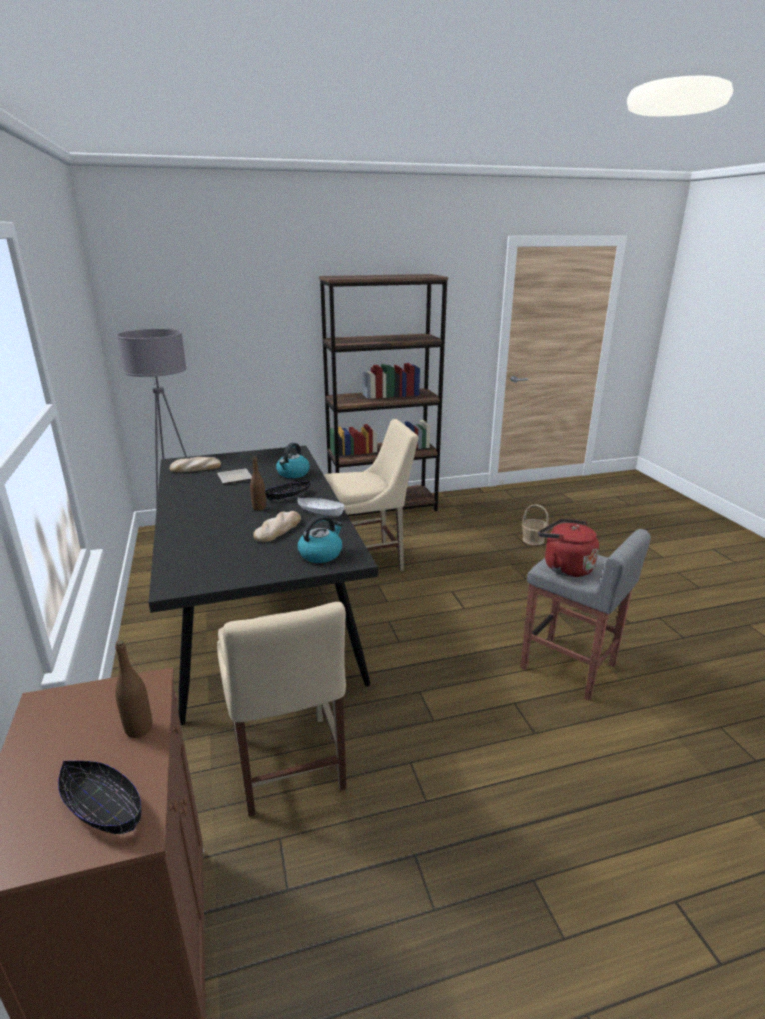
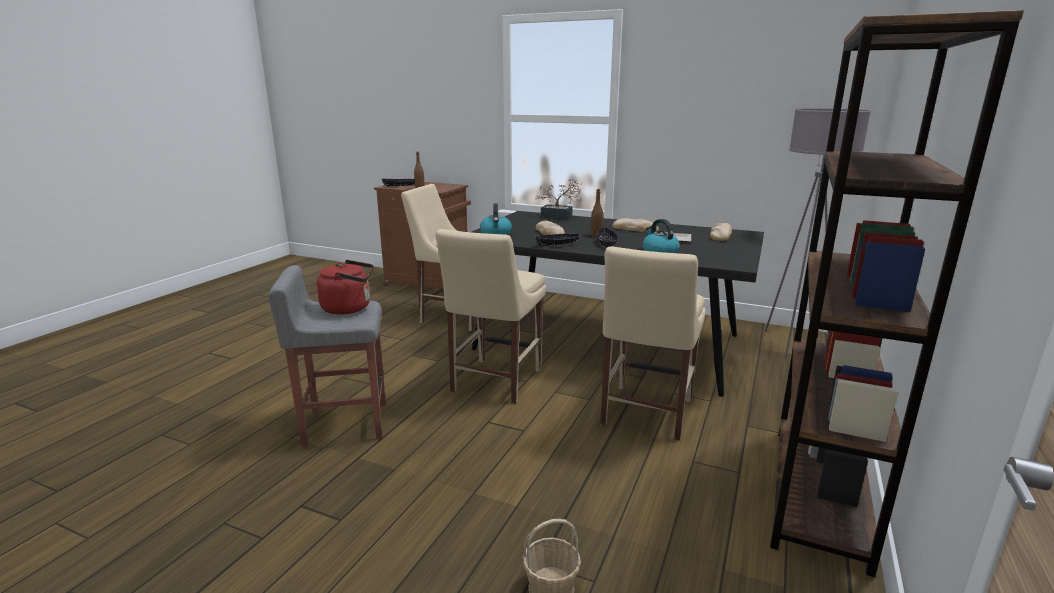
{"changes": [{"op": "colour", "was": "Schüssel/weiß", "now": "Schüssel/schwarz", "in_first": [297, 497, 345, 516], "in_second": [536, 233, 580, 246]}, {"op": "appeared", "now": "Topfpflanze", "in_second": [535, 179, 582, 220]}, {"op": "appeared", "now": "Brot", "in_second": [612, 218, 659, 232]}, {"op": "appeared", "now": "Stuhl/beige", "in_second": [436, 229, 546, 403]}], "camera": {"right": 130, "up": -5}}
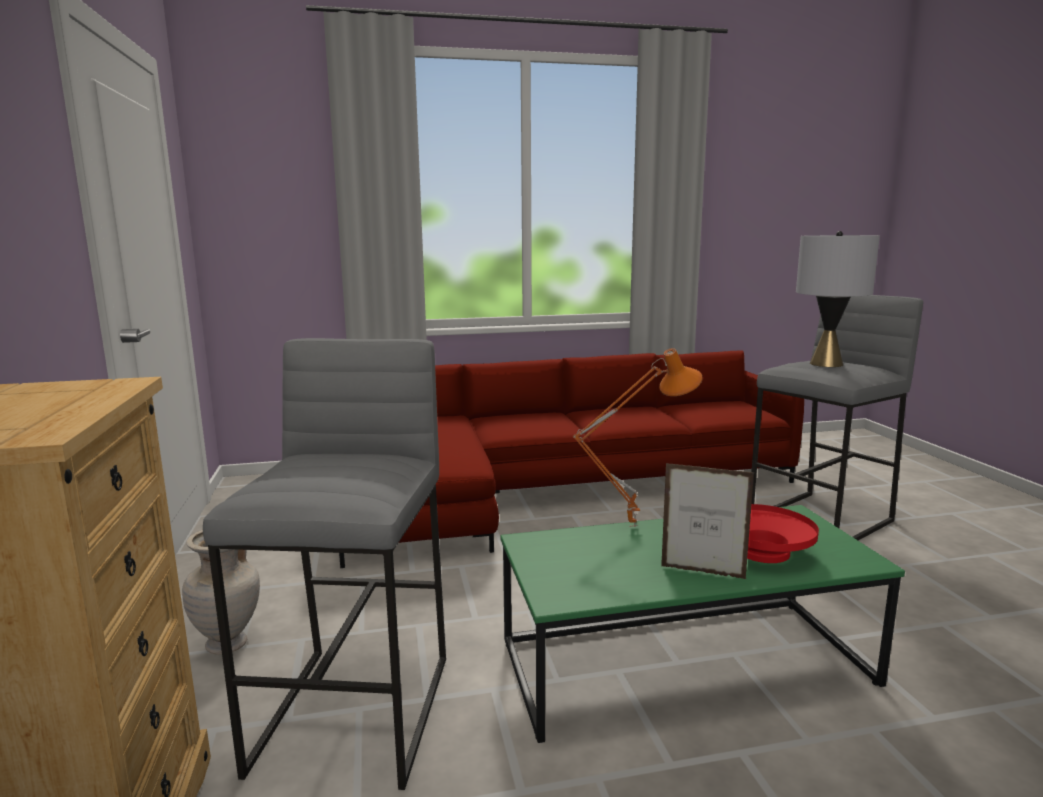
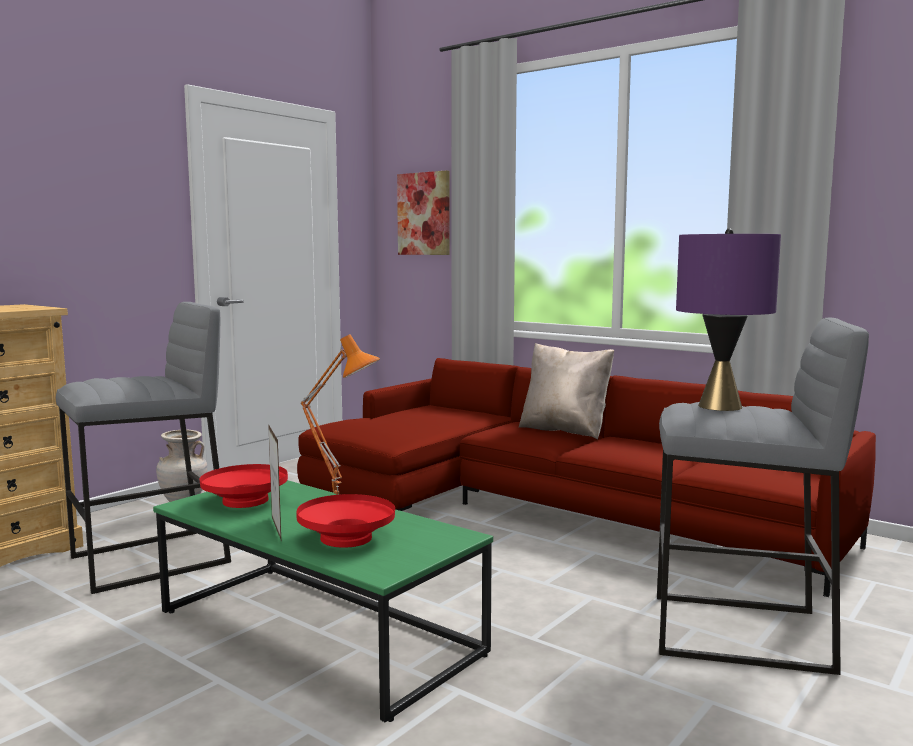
{"changes": [{"op": "colour", "was": "Tischlampe/grau", "now": "Tischlampe/lila", "in_first": [796, 231, 880, 367], "in_second": [676, 228, 781, 411]}, {"op": "appeared", "now": "Bild", "in_second": [397, 170, 450, 255]}, {"op": "appeared", "now": "Kissen/beige", "in_second": [519, 343, 614, 439]}, {"op": "appeared", "now": "Schüssel/rot", "in_second": [200, 464, 288, 508]}], "camera": {"right": 50, "up": -5}}
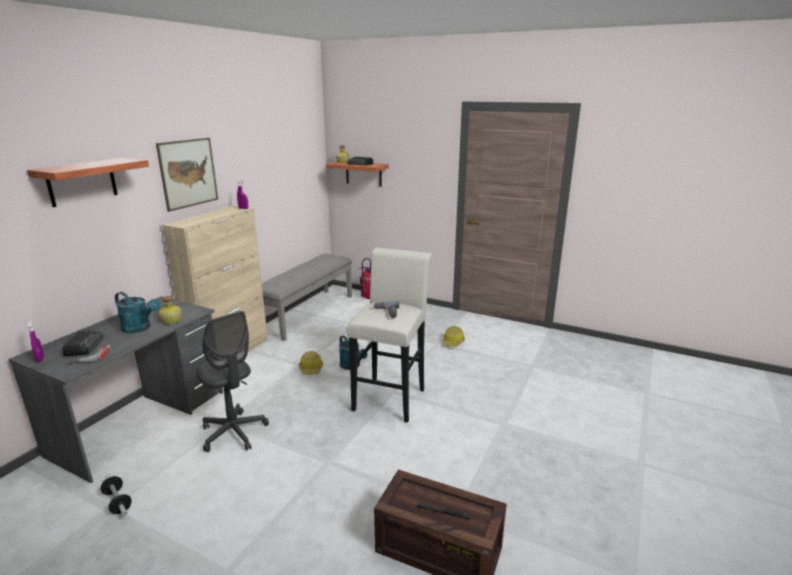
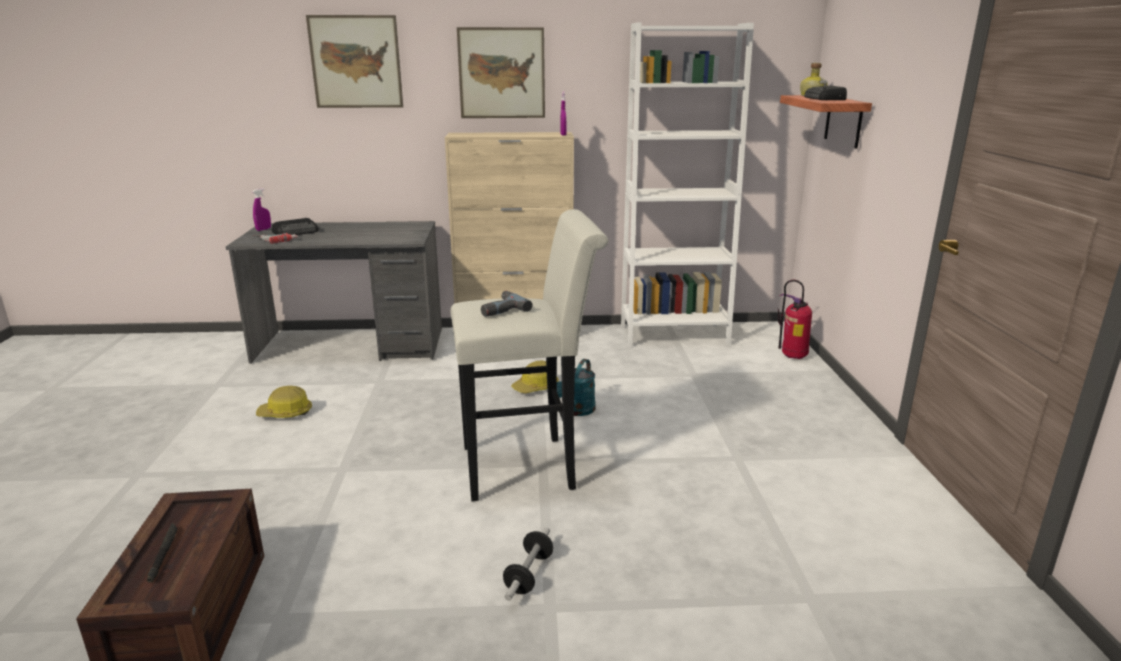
{"changes": [{"op": "exchanged", "was": "Wandregal", "now": "Bild", "in_first": [27, 158, 149, 207], "in_second": [306, 15, 403, 108]}, {"op": "exchanged", "was": "Bank/grau", "now": "Bücherregal/weiß", "in_first": [262, 254, 352, 341], "in_second": [621, 23, 754, 348]}, {"op": "missing", "was": "Gießkanne/türkis", "in_first": [115, 292, 160, 333]}, {"op": "missing", "was": "Flasche", "in_first": [159, 296, 182, 324]}, {"op": "missing", "was": "Bürostuhl/grau", "in_first": [196, 311, 269, 452]}, {"op": "relocated", "was": "Schutzhelm", "in_first": [443, 326, 465, 347], "in_second": [256, 386, 312, 418]}, {"op": "relocated", "was": "Hantel", "in_first": [100, 475, 132, 516], "in_second": [503, 527, 553, 601]}], "camera": {"right": 60, "up": 0}}
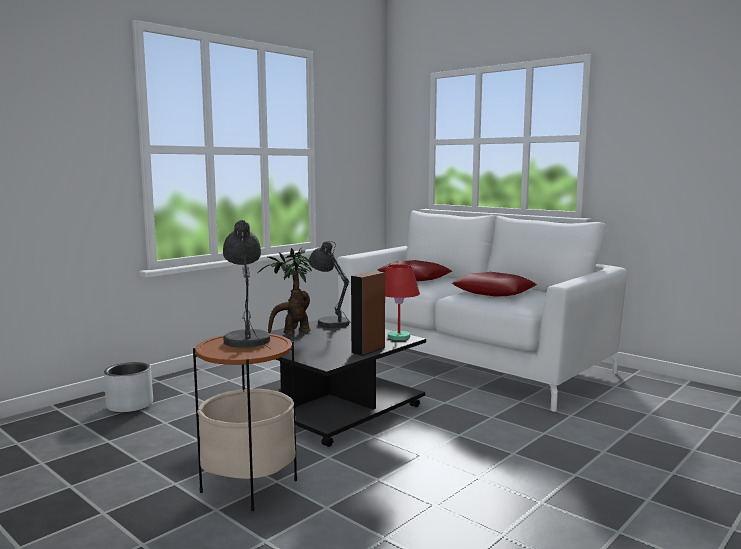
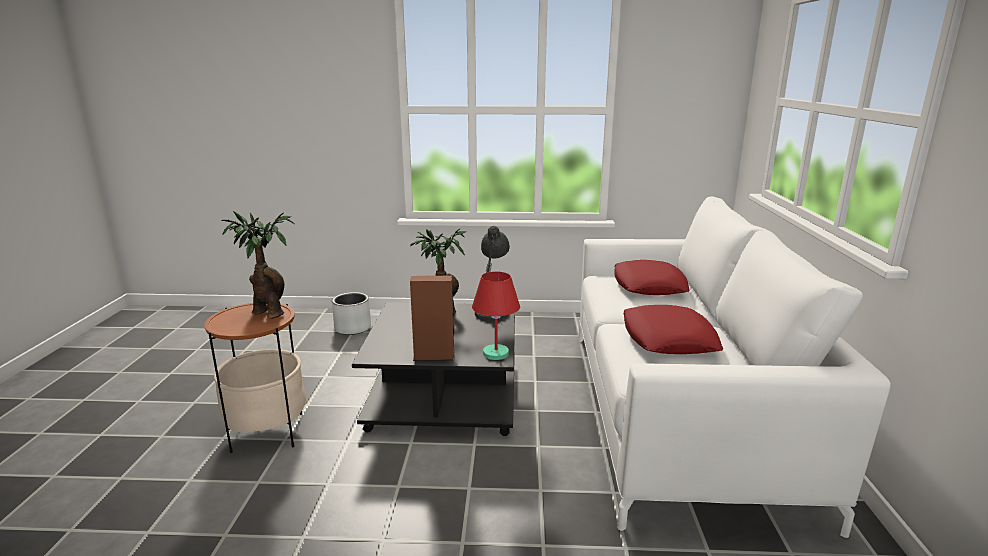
{"changes": [{"op": "exchanged", "was": "Tischlampe/grau", "now": "Topfpflanze", "in_first": [223, 220, 270, 349], "in_second": [221, 211, 295, 319]}], "camera": {"right": 50, "up": 10}}
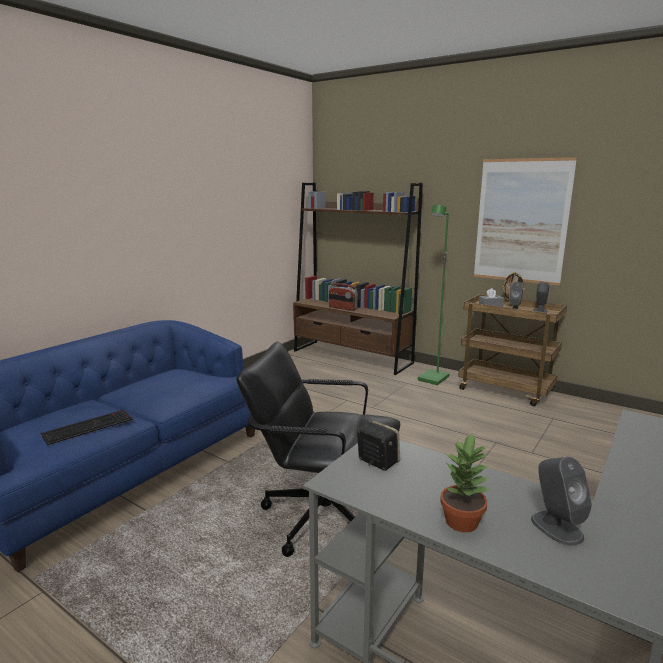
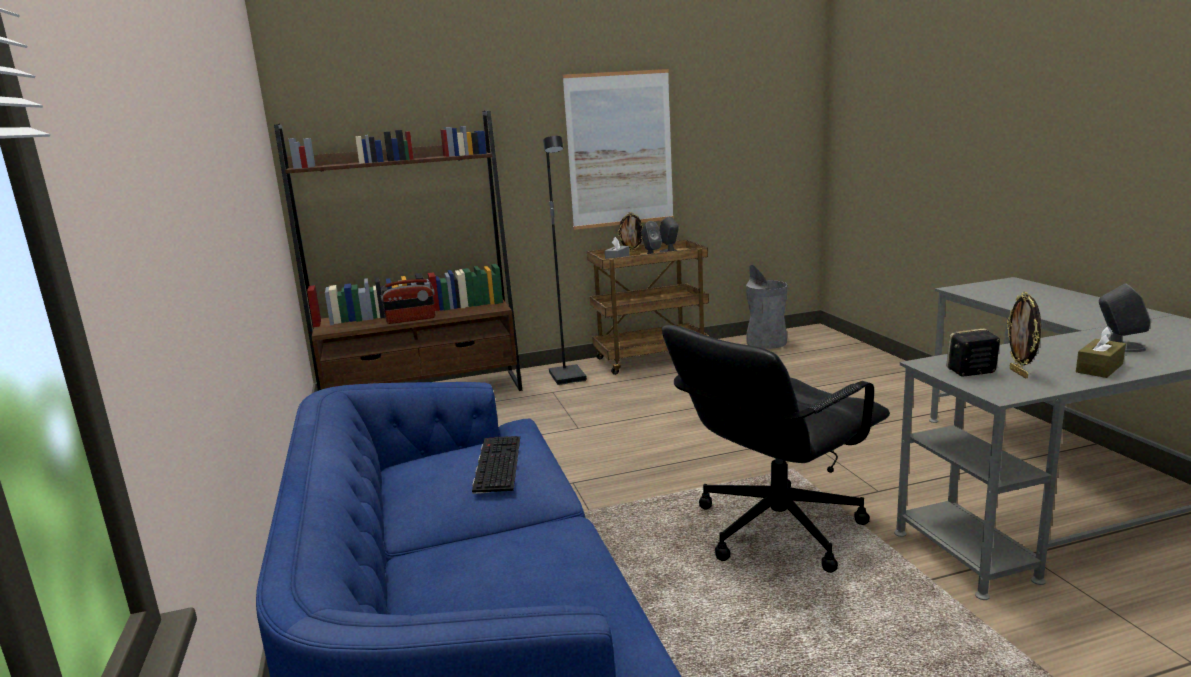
{"changes": [{"op": "colour", "was": "Stehlampe/grün", "now": "Stehlampe/schwarz", "in_first": [418, 205, 450, 385], "in_second": [543, 136, 587, 385]}, {"op": "relocated", "was": "Tastatur", "in_first": [40, 410, 133, 445], "in_second": [472, 436, 520, 494]}, {"op": "exchanged", "was": "Topfpflanze", "now": "Taschentuchbox/braun", "in_first": [440, 432, 491, 532], "in_second": [1076, 326, 1126, 378]}, {"op": "appeared", "now": "Mülleimer/grau", "in_second": [746, 265, 788, 349]}, {"op": "appeared", "now": "Bilderrahmen", "in_second": [1007, 292, 1041, 378]}], "camera": {"right": -50, "up": 0}}
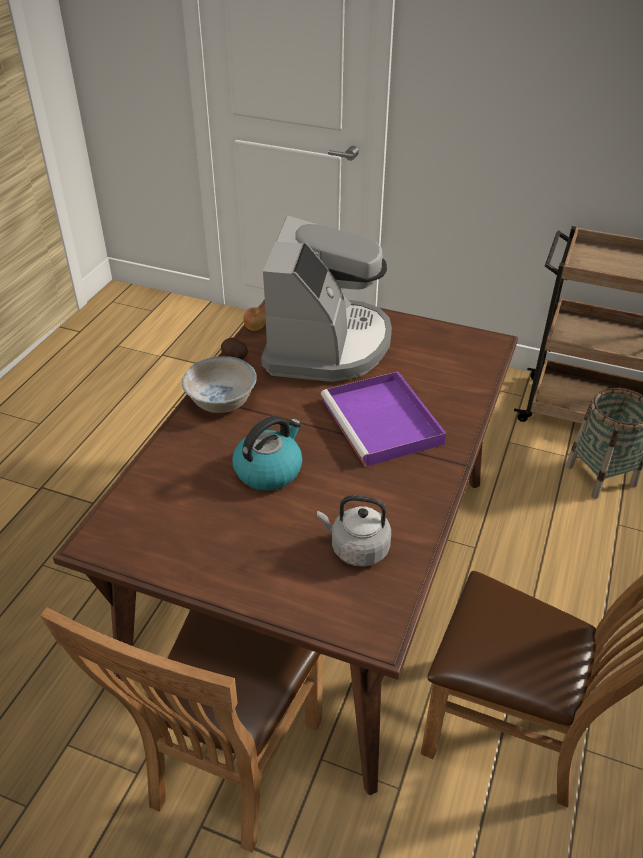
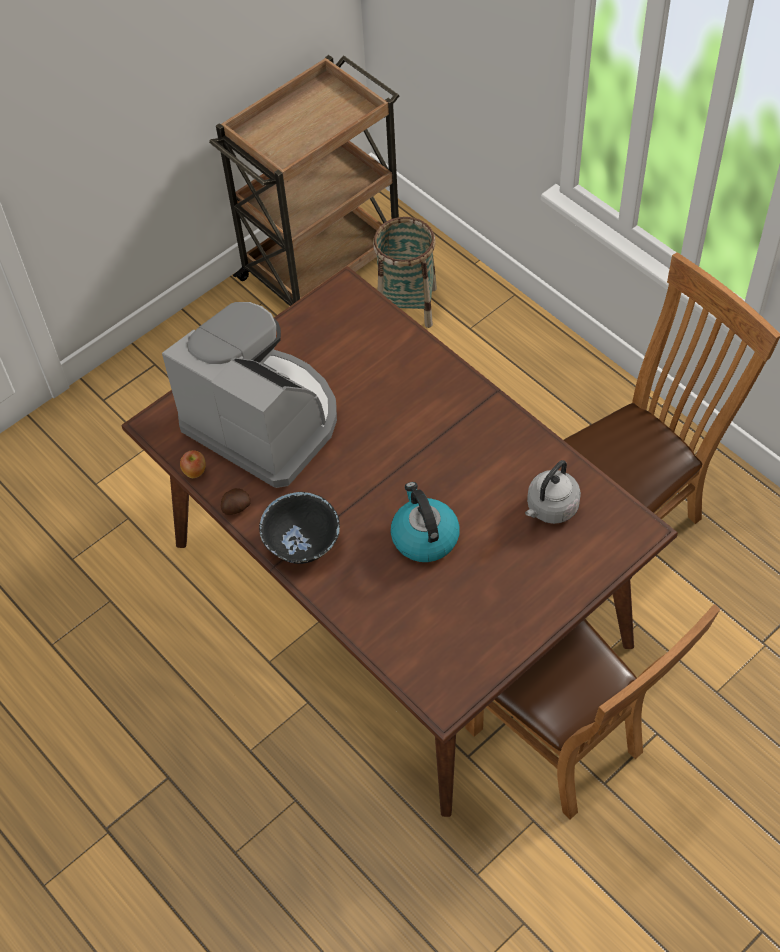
{"changes": [{"op": "colour", "was": "Schüssel/weiß", "now": "Schüssel/schwarz", "in_first": [182, 356, 257, 413], "in_second": [259, 492, 340, 564]}, {"op": "missing", "was": "Tablett/lila", "in_first": [321, 372, 446, 467]}], "camera": {"right": -60, "up": 15}}
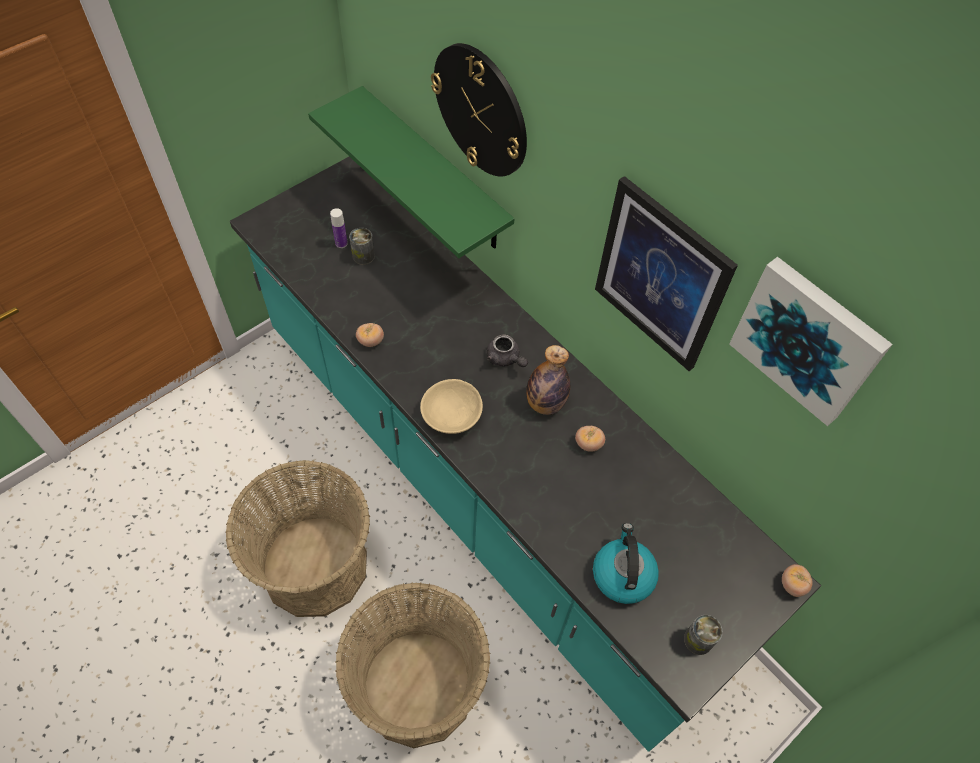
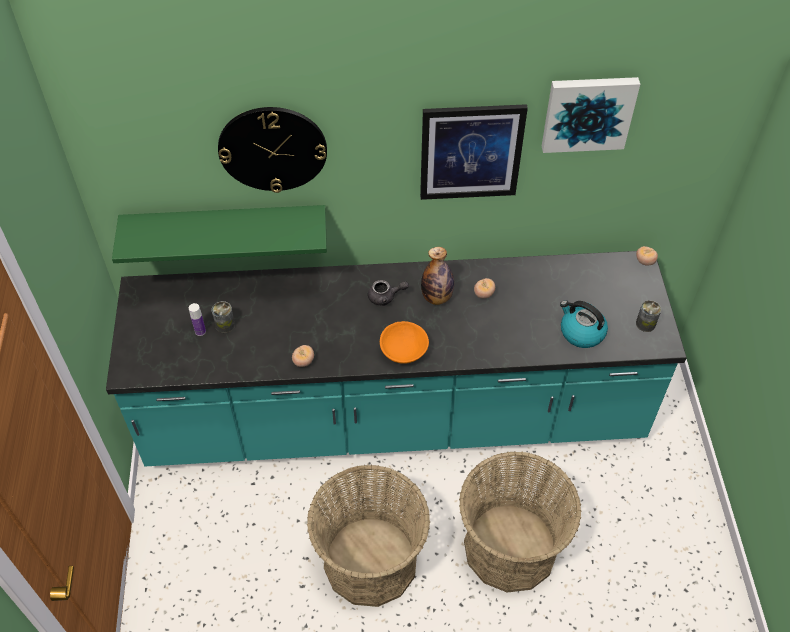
{"changes": [{"op": "colour", "was": "Schüssel/beige", "now": "Schüssel/orange", "in_first": [420, 379, 483, 434], "in_second": [380, 321, 429, 364]}], "camera": {"right": -50, "up": -5}}
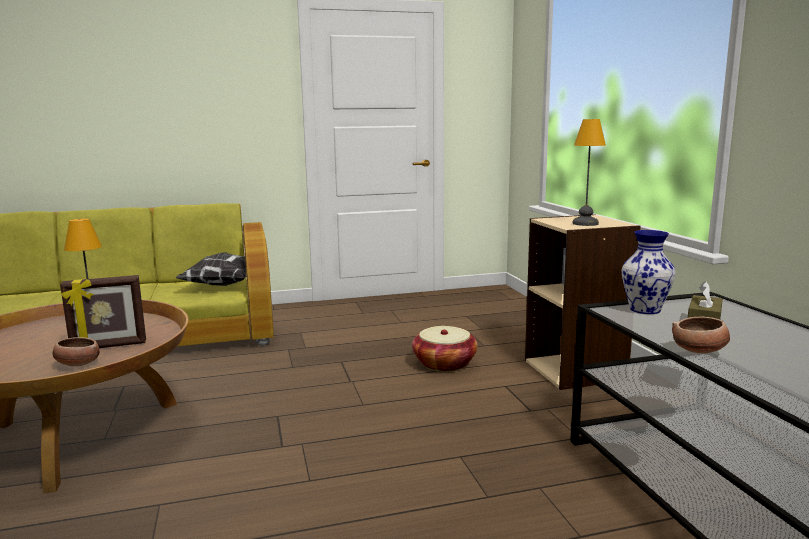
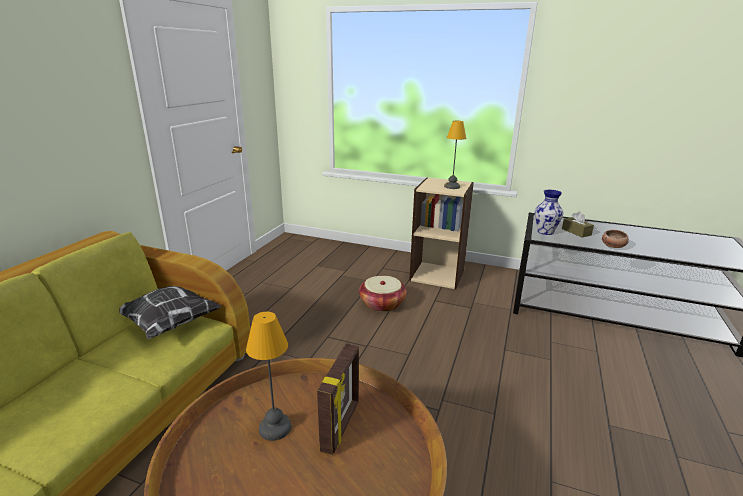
{"changes": [{"op": "missing", "was": "Schüssel", "in_first": [53, 337, 100, 366]}], "camera": {"right": -55, "up": 10}}
